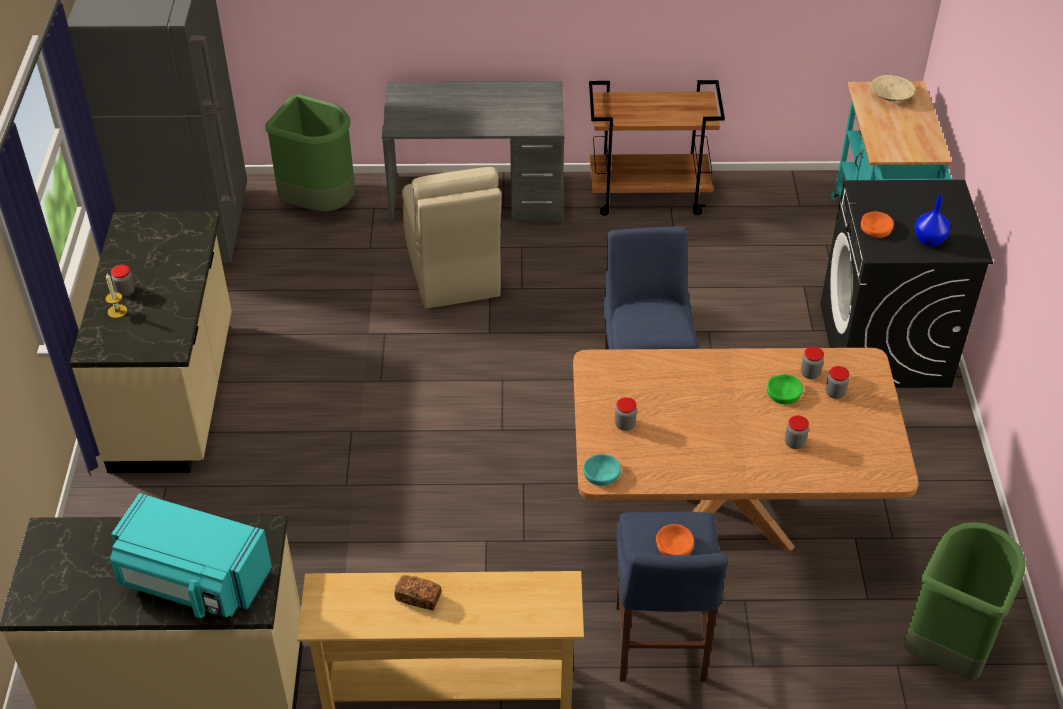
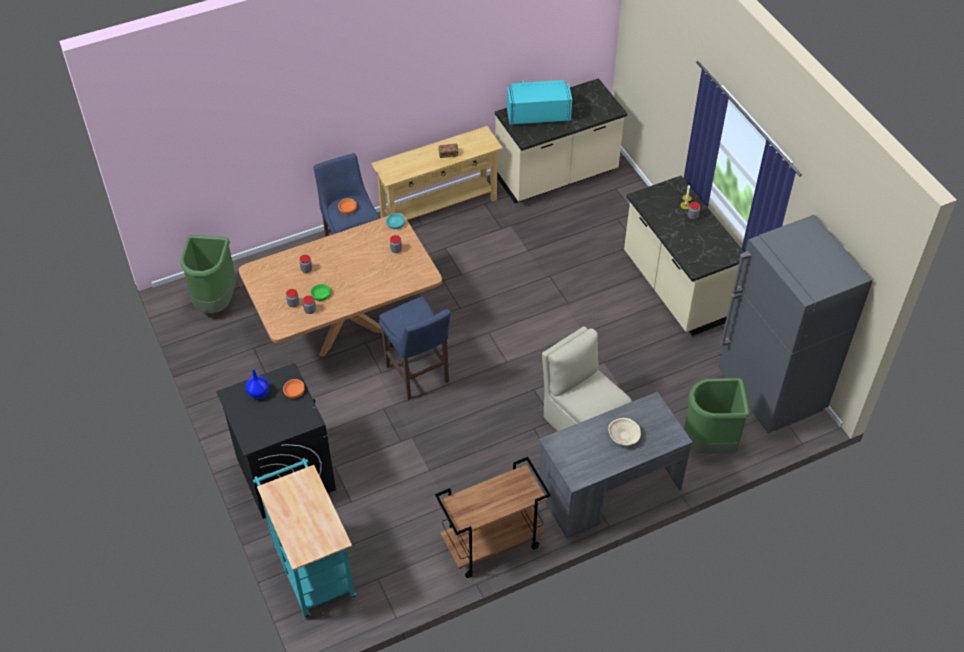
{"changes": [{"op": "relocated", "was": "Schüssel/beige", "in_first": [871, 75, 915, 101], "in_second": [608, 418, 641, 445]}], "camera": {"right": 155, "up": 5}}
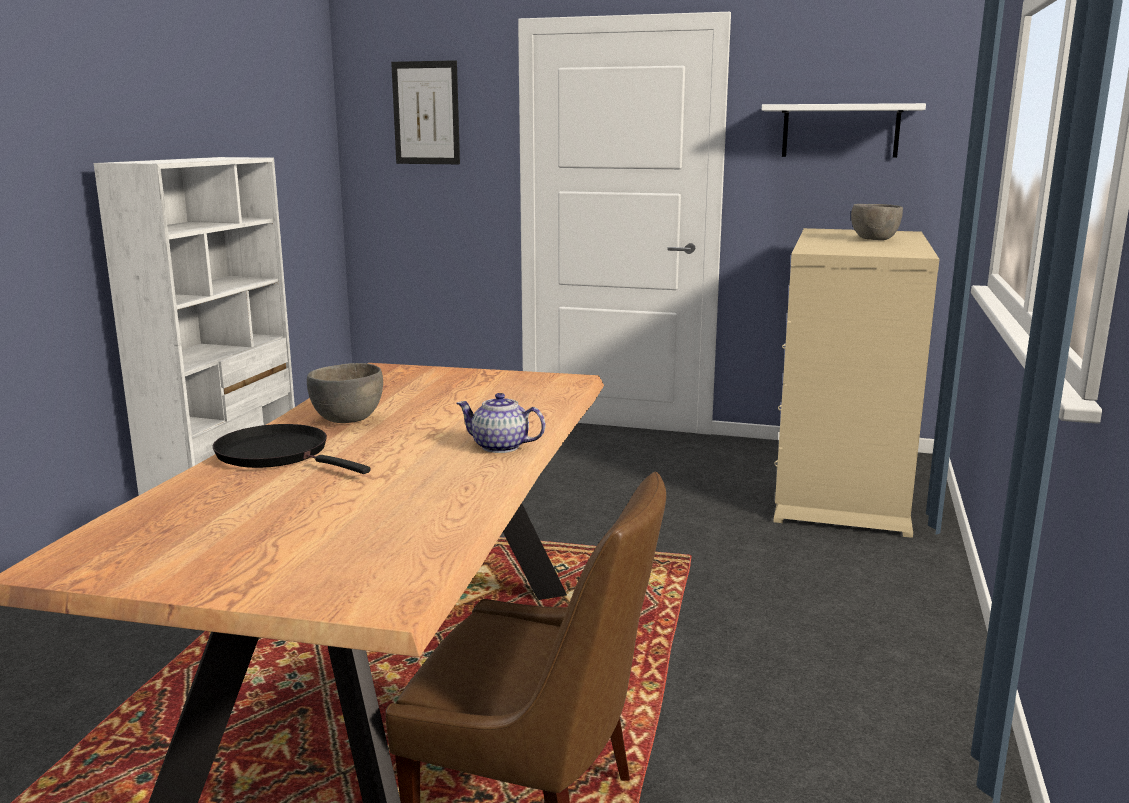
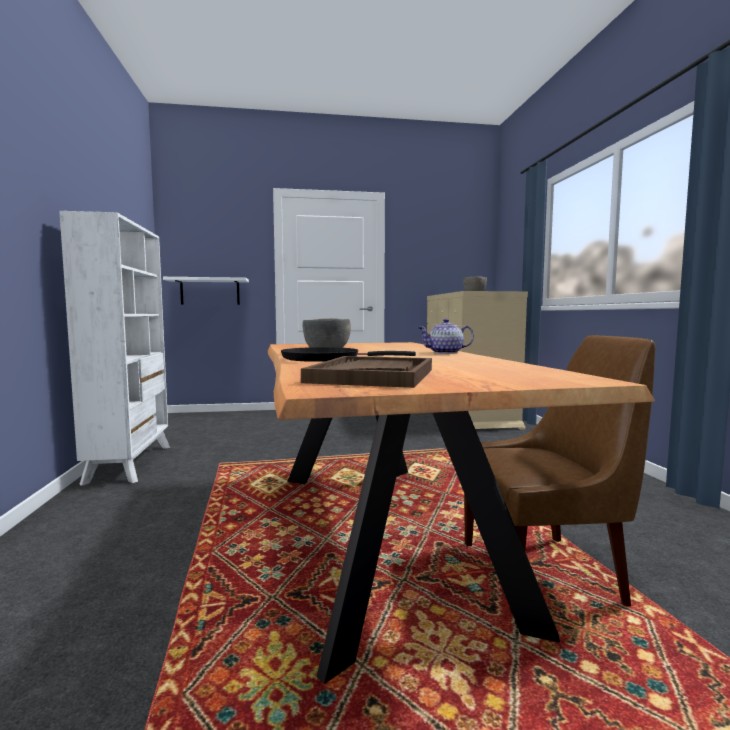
{"changes": [{"op": "missing", "was": "Bild", "in_first": [391, 60, 460, 164]}, {"op": "relocated", "was": "Wandregal/weiß", "in_first": [762, 103, 926, 158], "in_second": [163, 277, 249, 305]}, {"op": "appeared", "now": "Tablett/braun", "in_second": [301, 356, 432, 388]}], "camera": {"right": -25, "up": -10}}
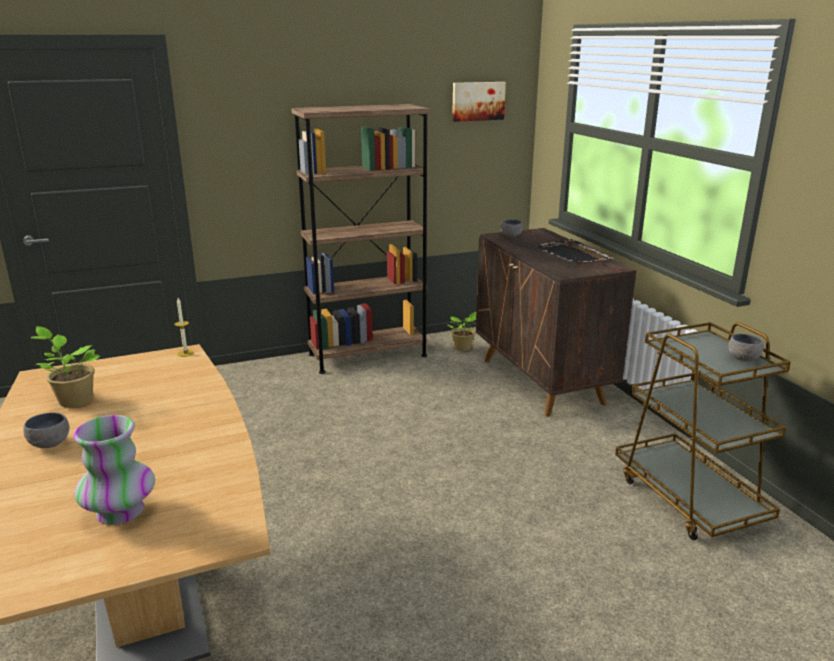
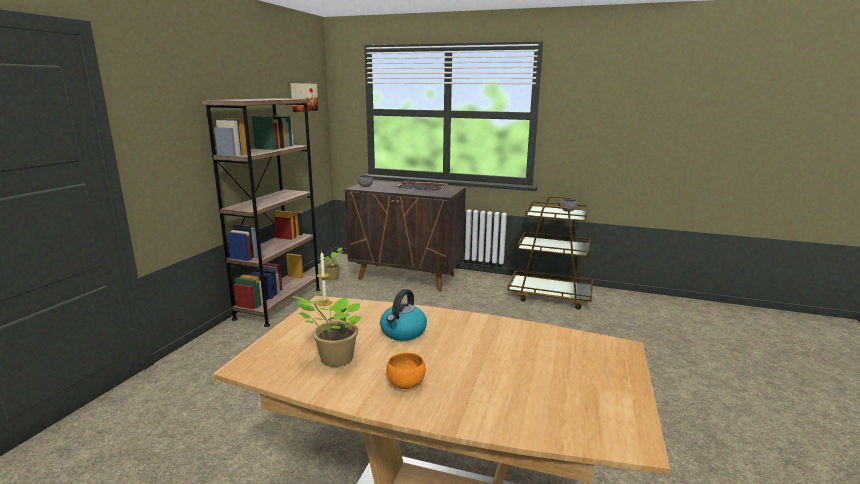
{"changes": [{"op": "colour", "was": "Schüssel/grau", "now": "Schüssel/orange", "in_first": [23, 412, 69, 448], "in_second": [386, 353, 426, 389]}, {"op": "missing", "was": "Vase", "in_first": [73, 415, 155, 525]}, {"op": "appeared", "now": "Wasserkessel", "in_second": [380, 289, 427, 341]}], "camera": {"right": -50, "up": -5}}
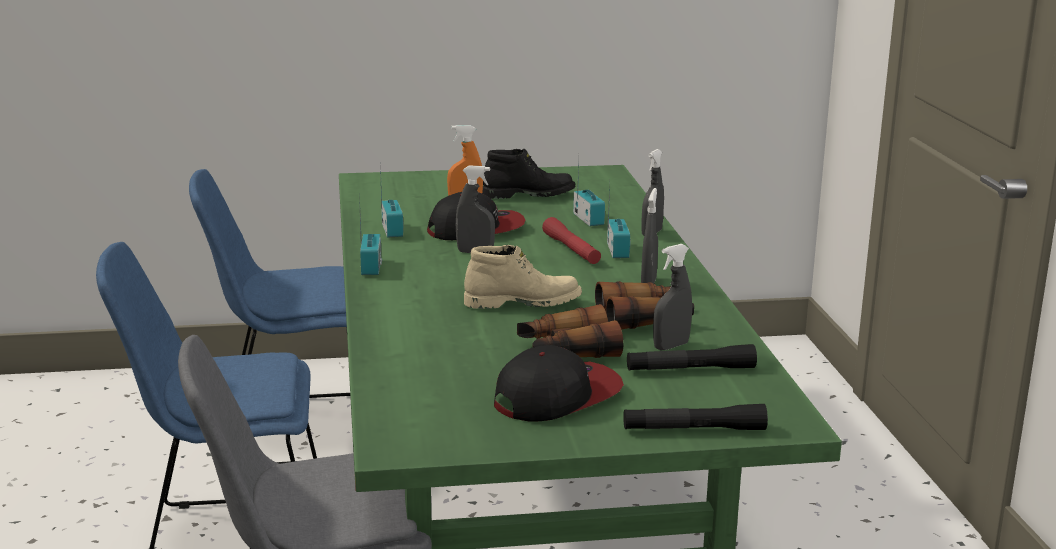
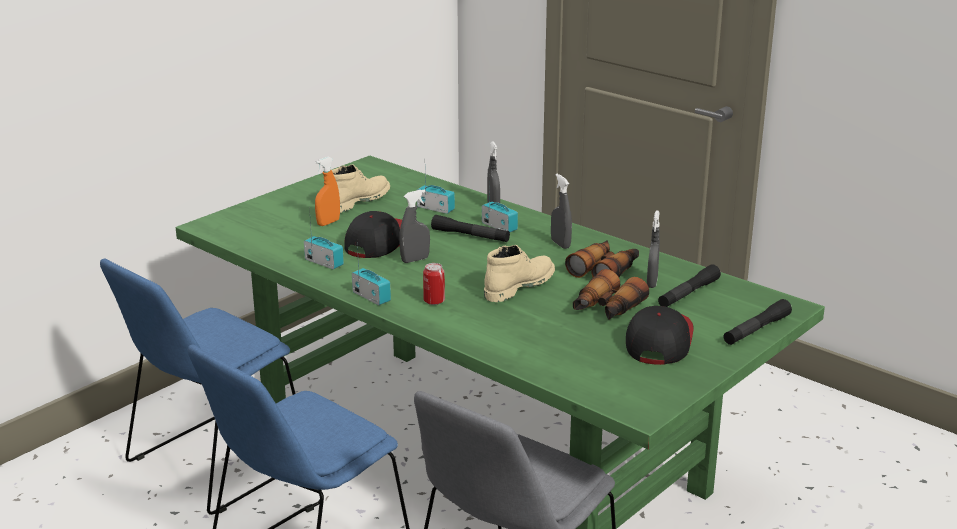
{"changes": [{"op": "colour", "was": "Stiefel/schwarz", "now": "Stiefel/beige", "in_first": [482, 149, 575, 199], "in_second": [332, 164, 390, 213]}, {"op": "colour", "was": "Taschenlampe/rot", "now": "Taschenlampe/schwarz", "in_first": [542, 217, 601, 264], "in_second": [431, 215, 510, 242]}, {"op": "appeared", "now": "Dose", "in_second": [423, 263, 445, 305]}], "camera": {"right": -40, "up": 5}}
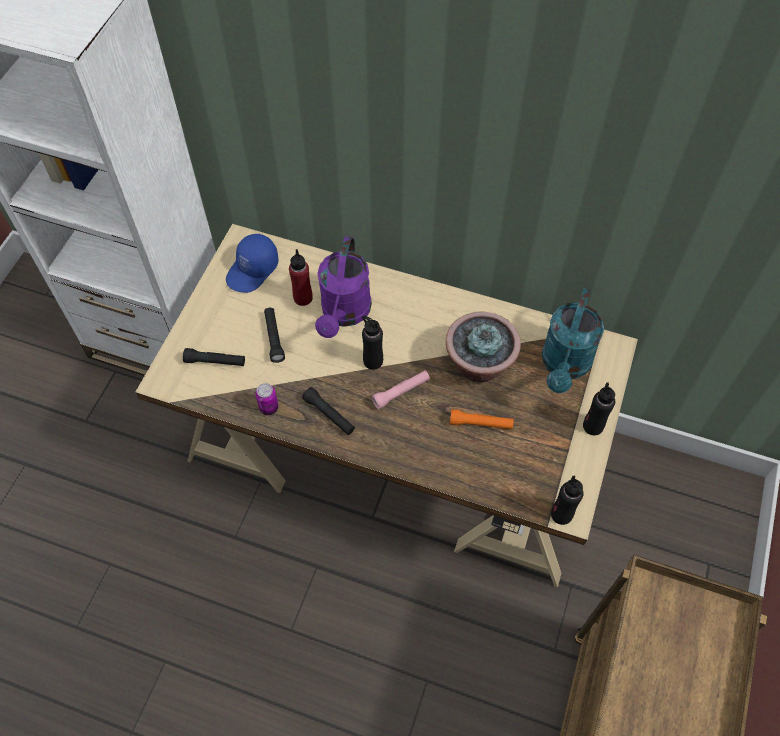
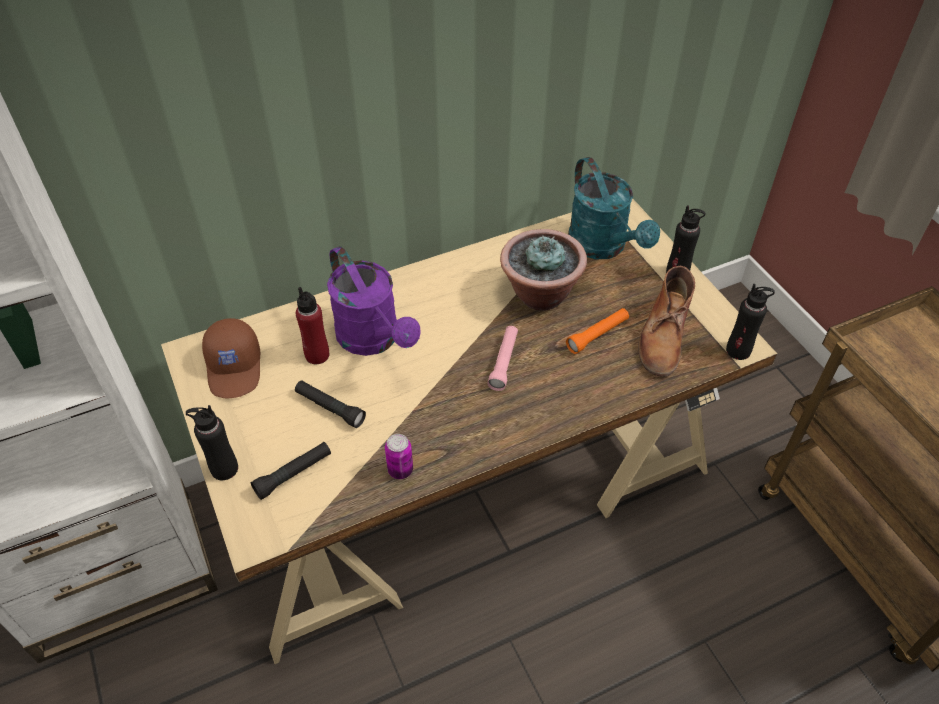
{"changes": [{"op": "colour", "was": "Kappe/blau", "now": "Kappe/braun", "in_first": [226, 234, 279, 293], "in_second": [202, 318, 260, 398]}, {"op": "relocated", "was": "Flasche/schwarz", "in_first": [362, 315, 383, 370], "in_second": [186, 405, 238, 480]}, {"op": "missing", "was": "Taschenlampe/schwarz", "in_first": [302, 387, 355, 435]}, {"op": "appeared", "now": "Stiefel/braun", "in_second": [638, 266, 695, 376]}], "camera": {"right": -45, "up": -10}}
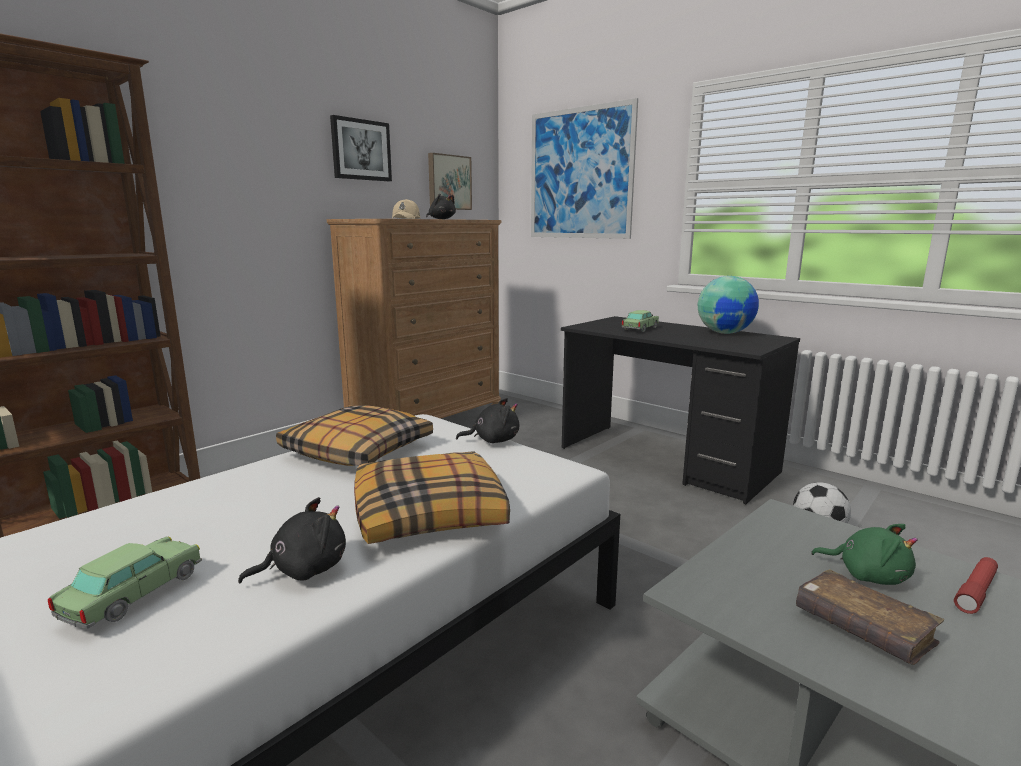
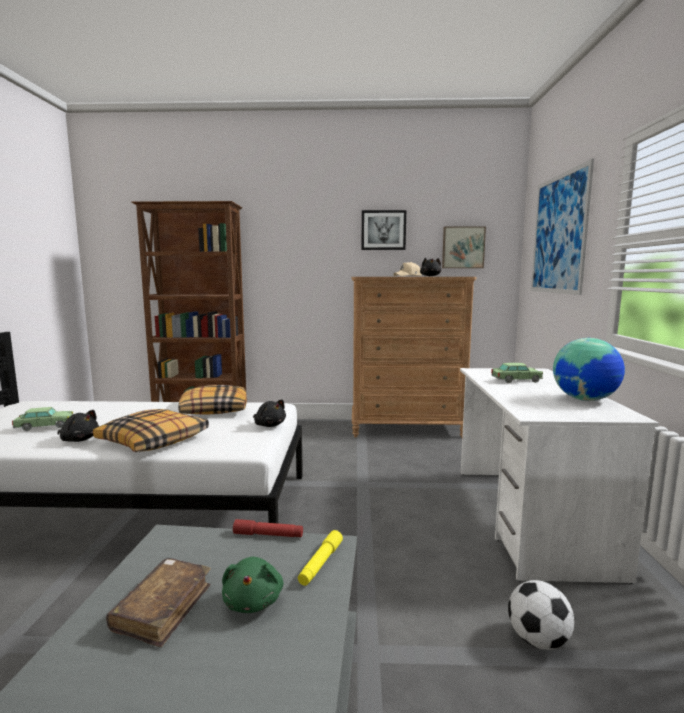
{"changes": [{"op": "colour", "was": "Schreibtisch/schwarz", "now": "Schreibtisch/weiß", "in_first": [561, 316, 800, 504], "in_second": [460, 368, 659, 584]}, {"op": "relocated", "was": "Taschenlampe/rot", "in_first": [954, 557, 998, 614], "in_second": [233, 519, 303, 537]}, {"op": "appeared", "now": "Taschenlampe/gelb", "in_second": [298, 530, 343, 586]}], "camera": {"right": 50, "up": -5}}
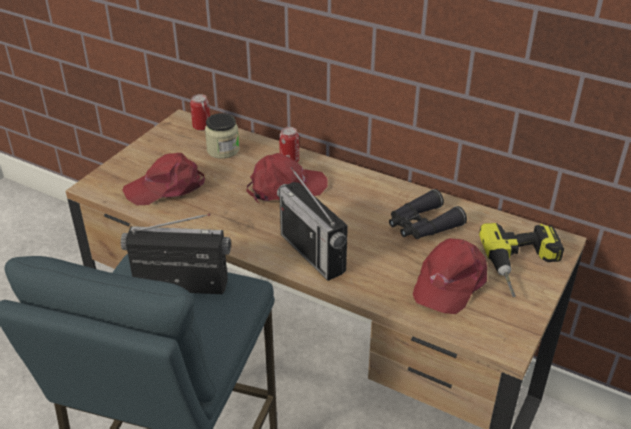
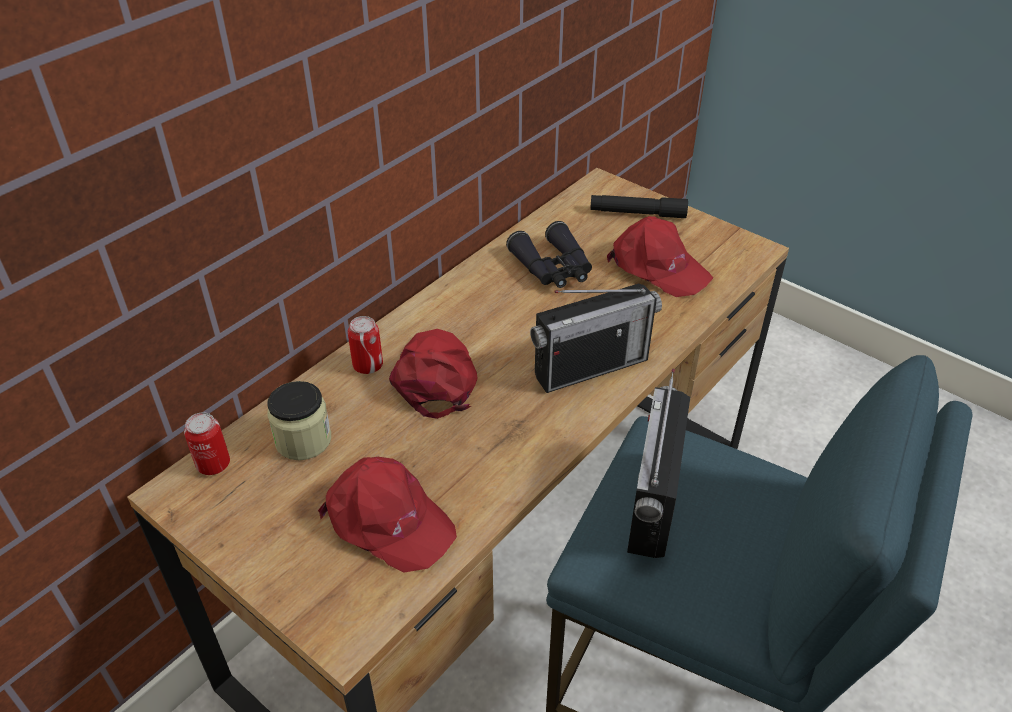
{"changes": [{"op": "spun", "was": "Kappe/rot", "in_first": [122, 153, 205, 205], "in_second": [318, 457, 457, 572], "clockwise": -45}, {"op": "exchanged", "was": "Bohrmaschine", "now": "Taschenlampe/schwarz", "in_first": [479, 223, 564, 297], "in_second": [590, 195, 688, 218]}], "camera": {"right": -80, "up": 5}}
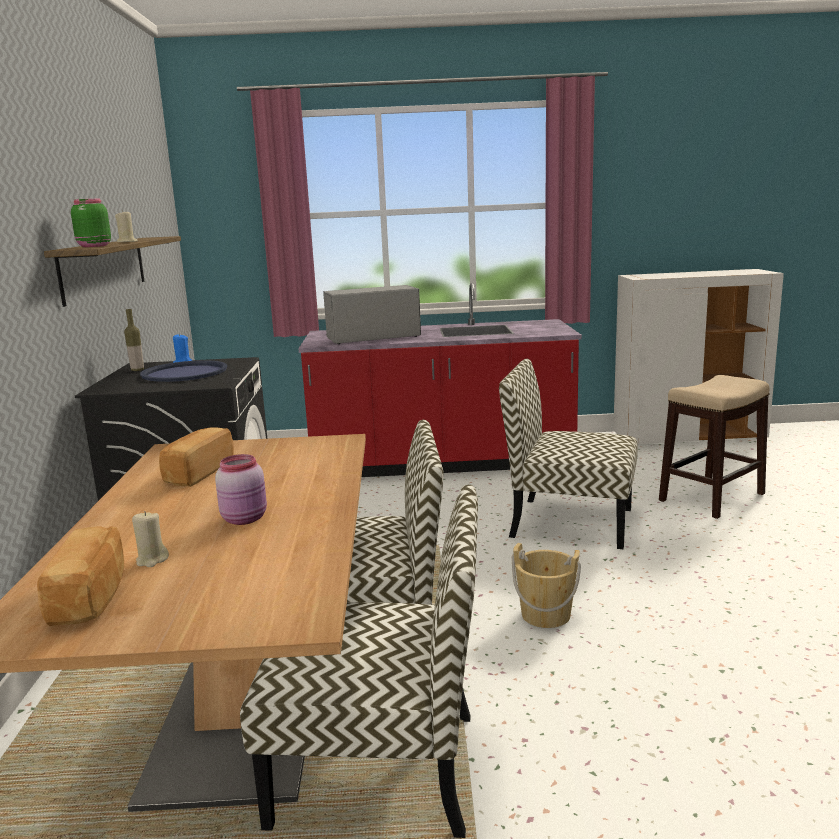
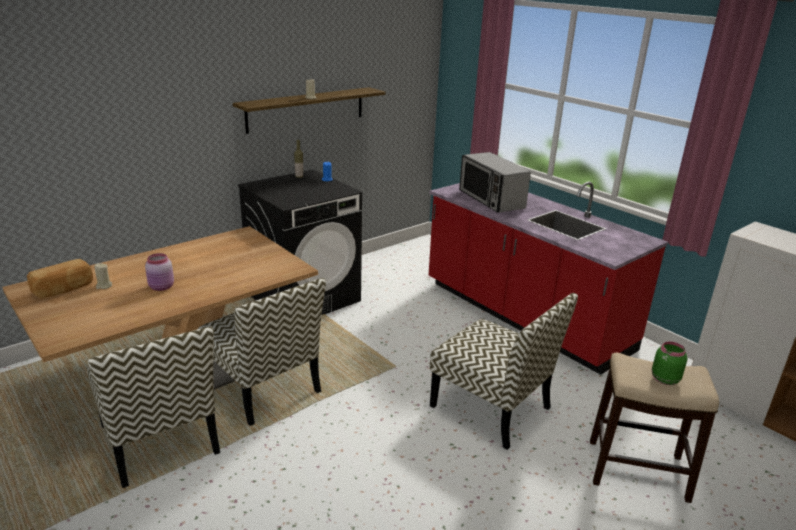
{"changes": [{"op": "relocated", "was": "Vorratsglas/grün", "in_first": [71, 199, 111, 247], "in_second": [652, 341, 687, 385]}, {"op": "spun", "was": "Mikrowelle", "in_first": [323, 285, 421, 344], "in_second": [459, 152, 531, 213], "clockwise": -150}, {"op": "spun", "was": "Stuhl", "in_first": [499, 359, 638, 549], "in_second": [430, 293, 578, 450], "clockwise": 150}, {"op": "missing", "was": "Tablett/blau", "in_first": [140, 360, 228, 382]}, {"op": "missing", "was": "Brot", "in_first": [159, 427, 233, 487]}, {"op": "missing", "was": "Eimer/beige", "in_first": [512, 543, 581, 628]}], "camera": {"right": 50, "up": 10}}
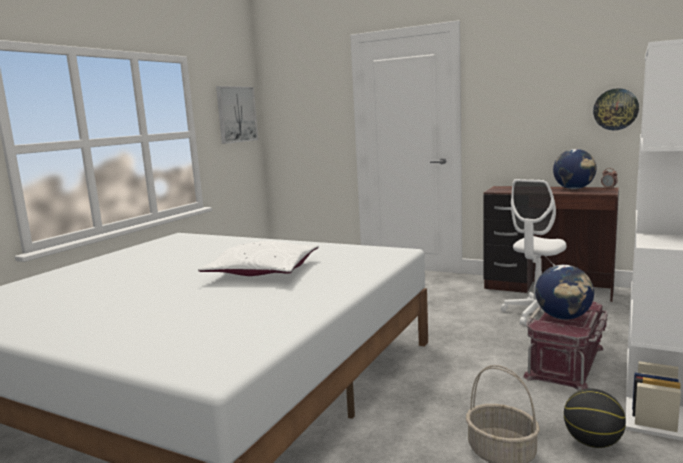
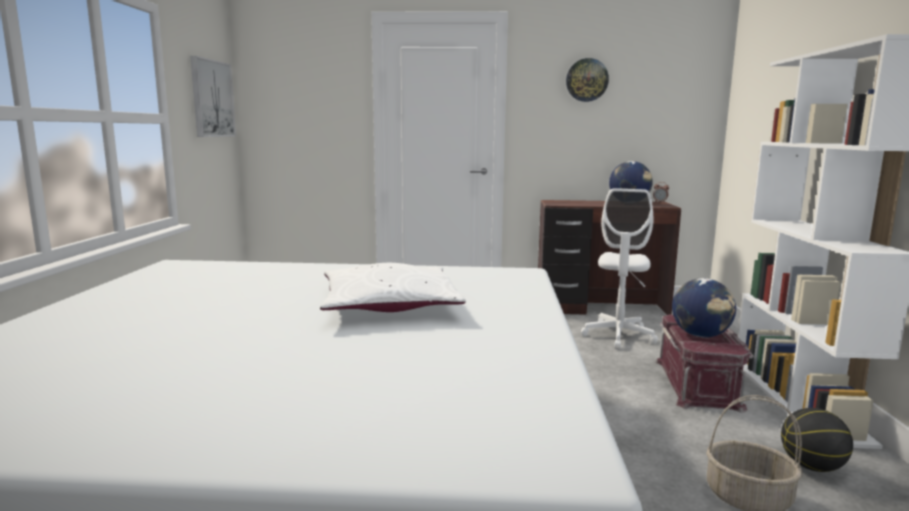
{"changes": [{"op": "relocated", "was": "Wanduhr", "in_first": [593, 88, 639, 130], "in_second": [566, 58, 609, 102]}], "camera": {"right": -25, "up": 0}}
